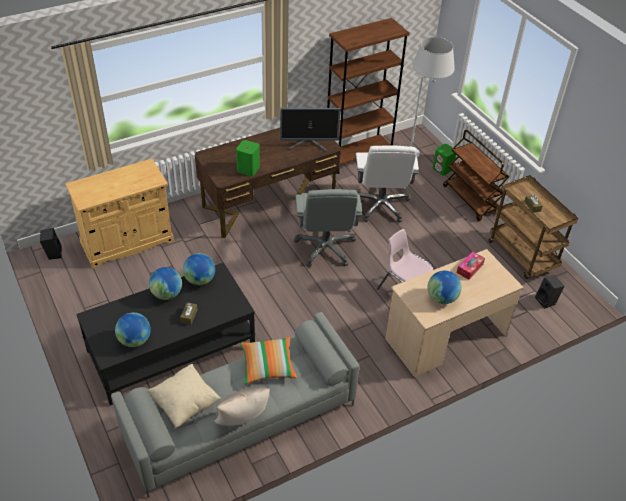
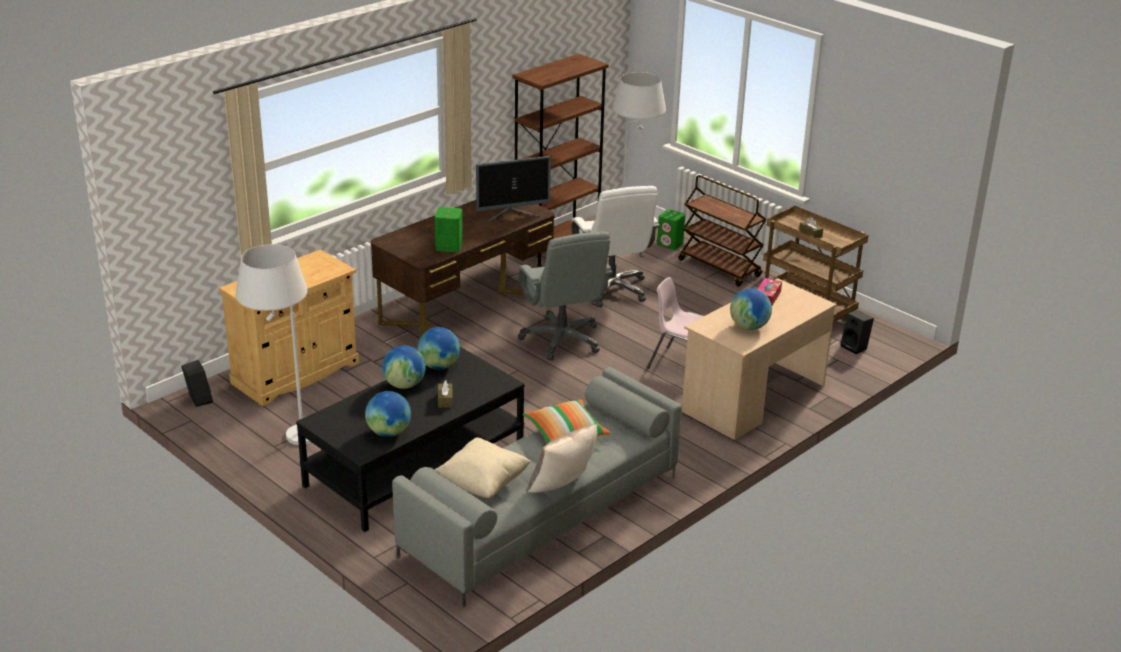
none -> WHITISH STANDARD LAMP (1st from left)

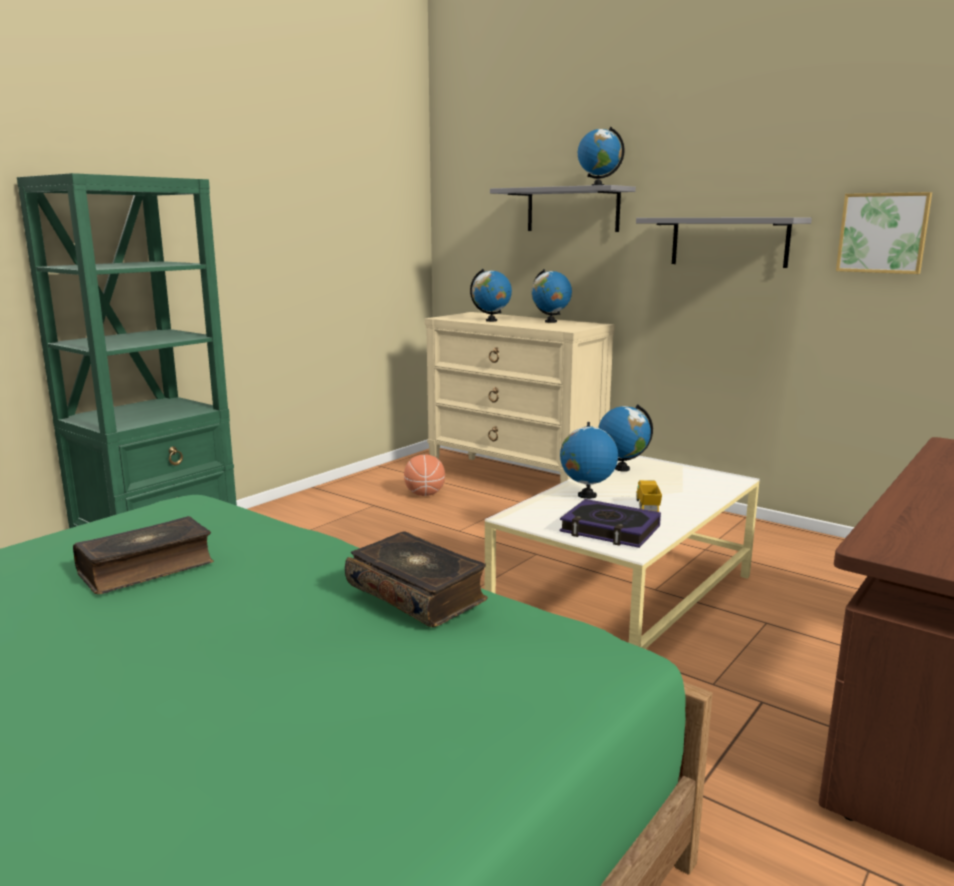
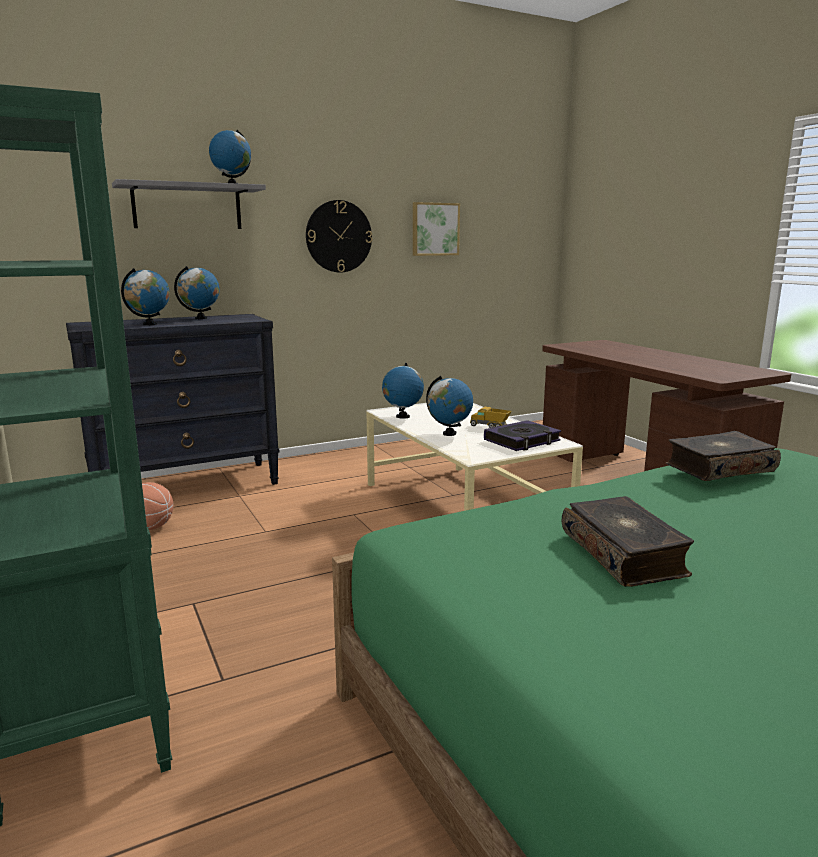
SAND-COLOURED DRAWER CHEST -> BLACKISH DRAWER CHEST
GREY SHELF (2nd from left) -> WALL CLOCK

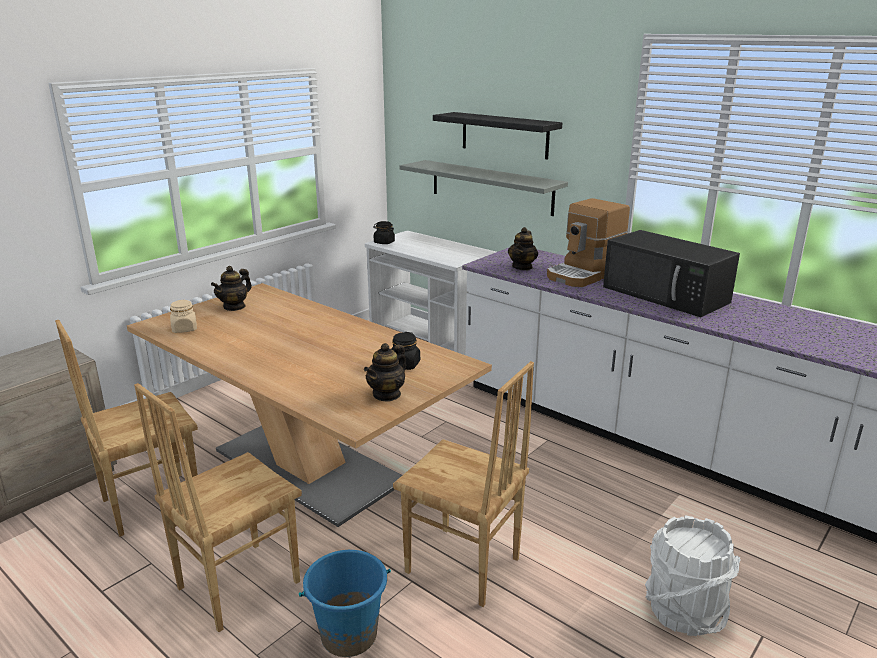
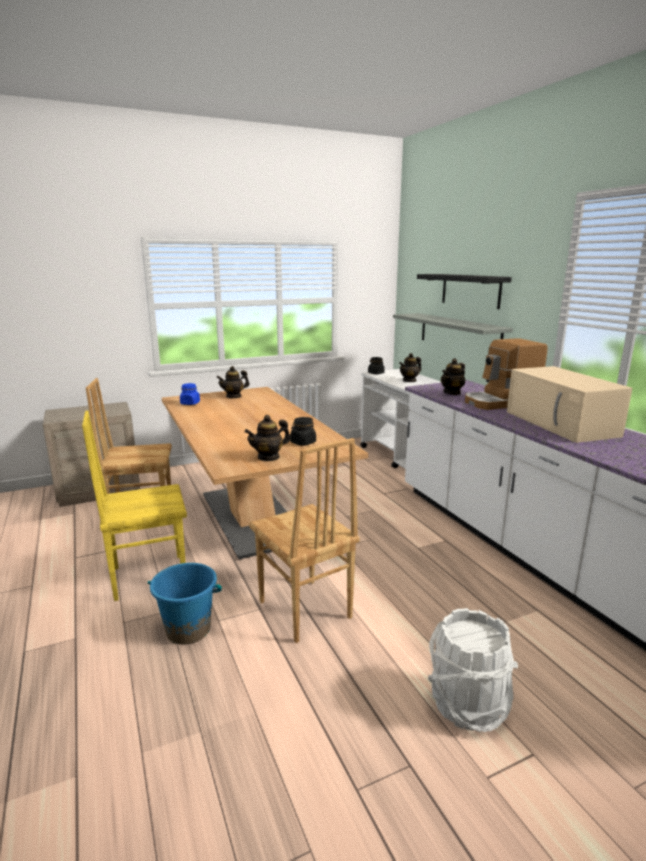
BROWN PLAIN CHAIR (2nd from left) -> YELLOWISH PLAIN CHAIR
SAND-COLOURED PRESERVE JAR -> BLUE-COLOURED PRESERVE JAR
none -> TEA POT (3rd from left)
BLACKISH KITCHEN MICROWAVE -> SAND-COLOURED KITCHEN MICROWAVE

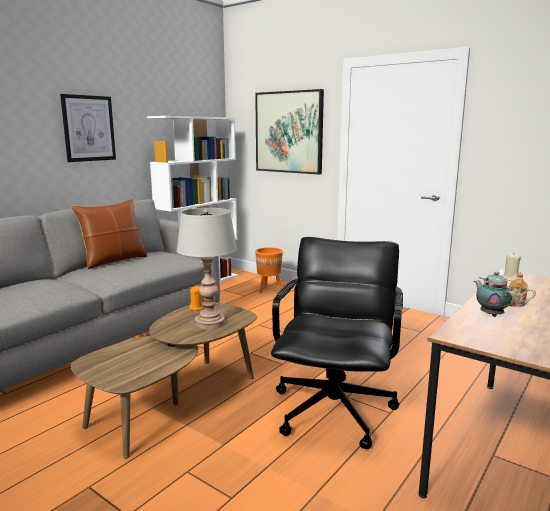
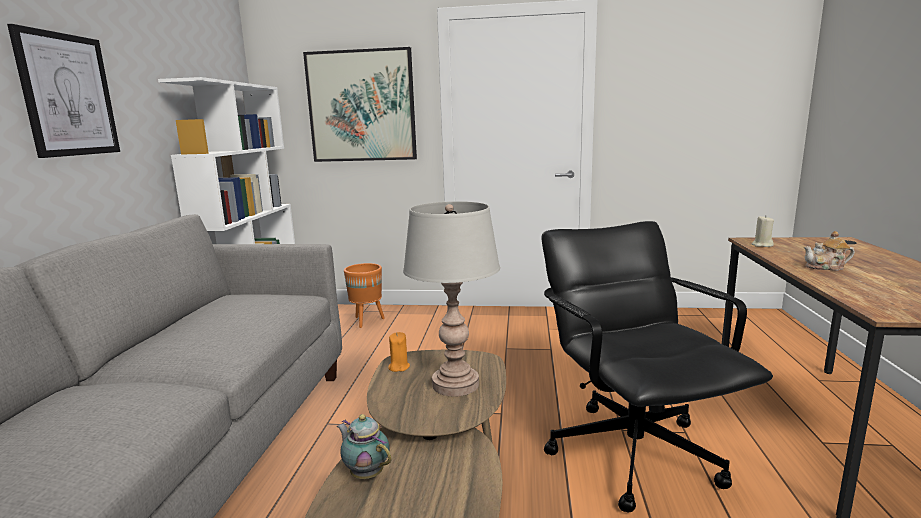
TEA POT (1st from left), moved
BROWN PILLOW -> none

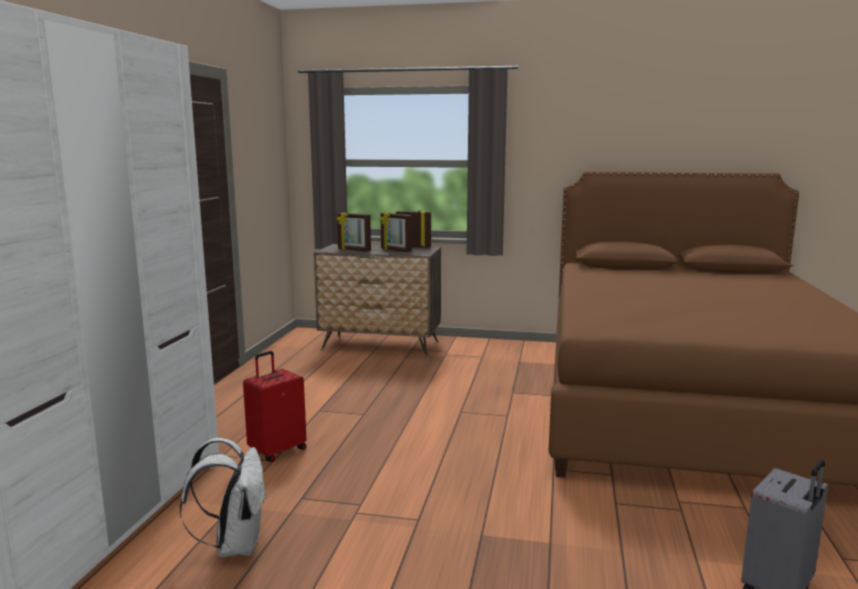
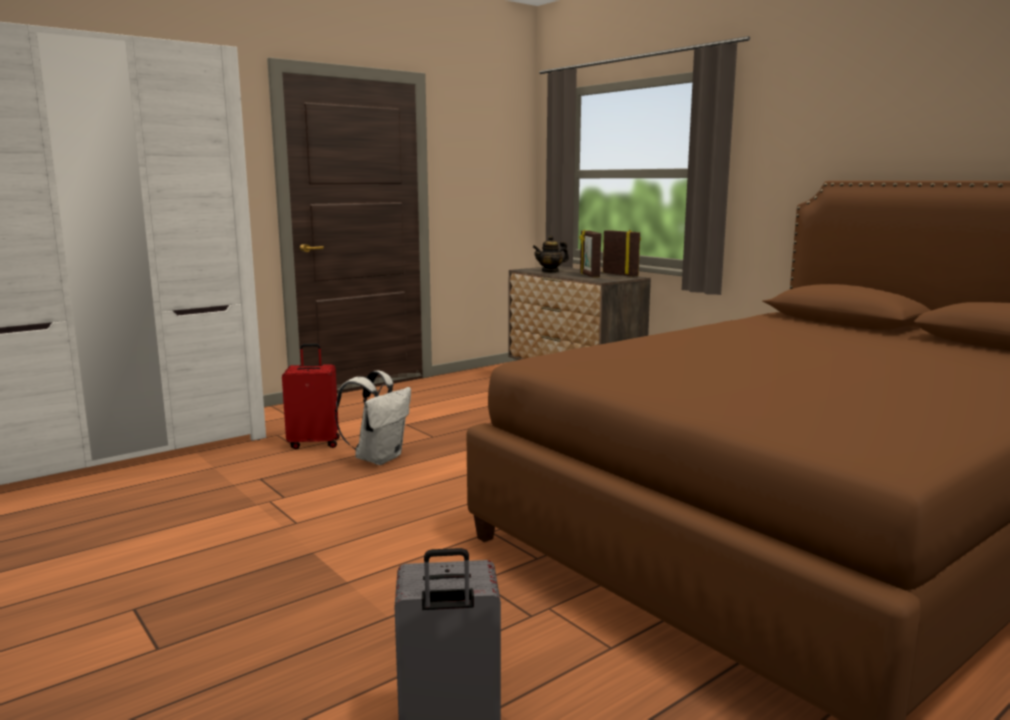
WHITISH KNAPSACK, moved
PHOTO FRAME (1st from left) -> TEA POT

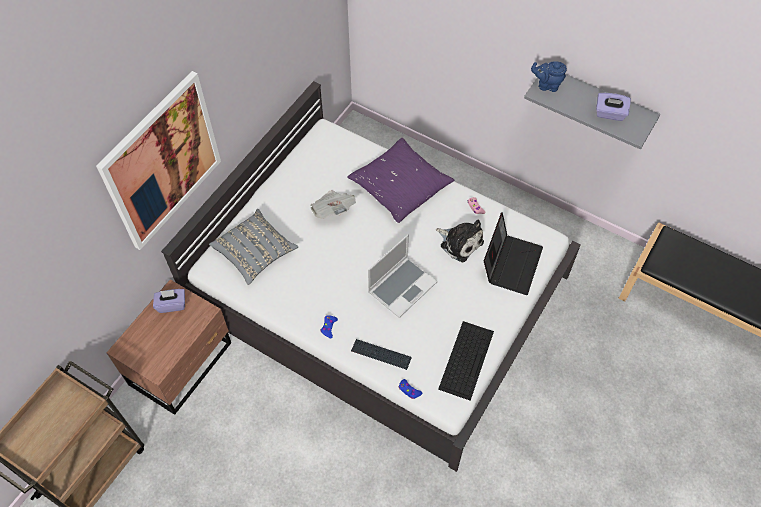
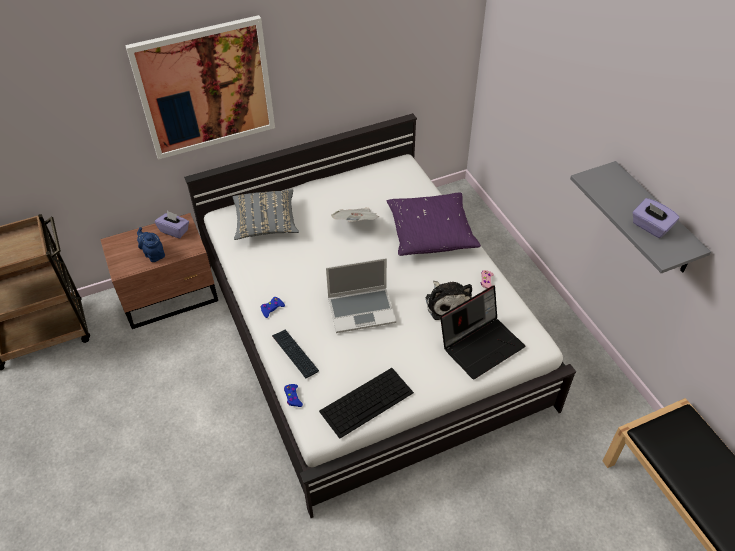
BLUE-COLOURED TEA POT, moved

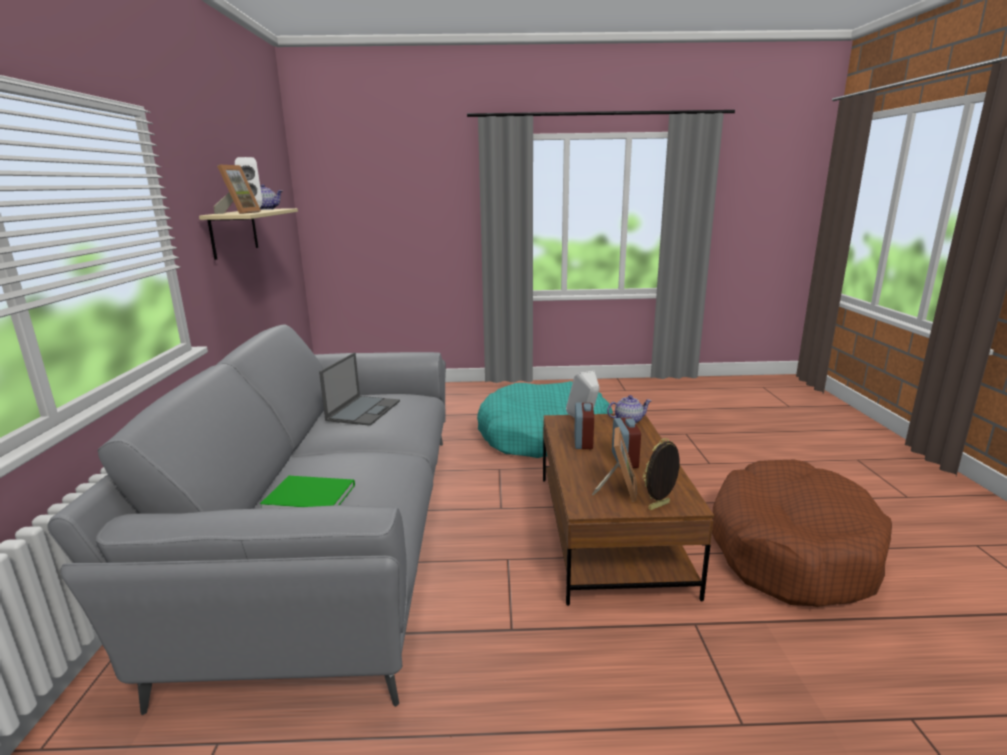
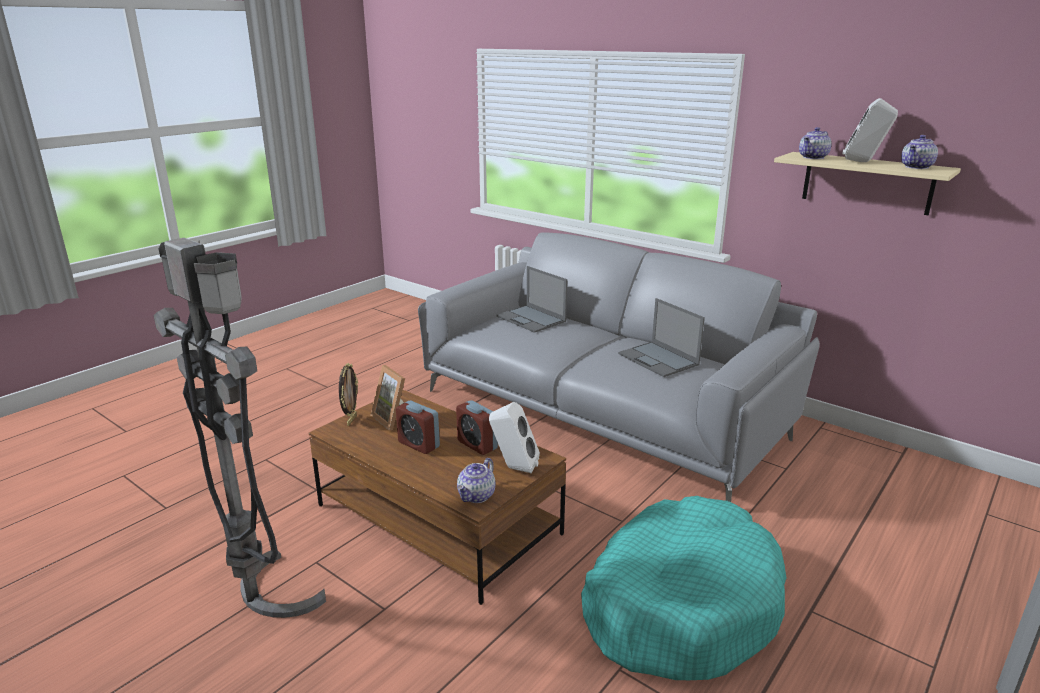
BROWN DOG BED -> GREY STANDARD LAMP
GREEN-COLOURED VOLUME -> LAPTOP (1st from left)
PHOTO FRAME (1st from left) -> TEA POT (2nd from left)

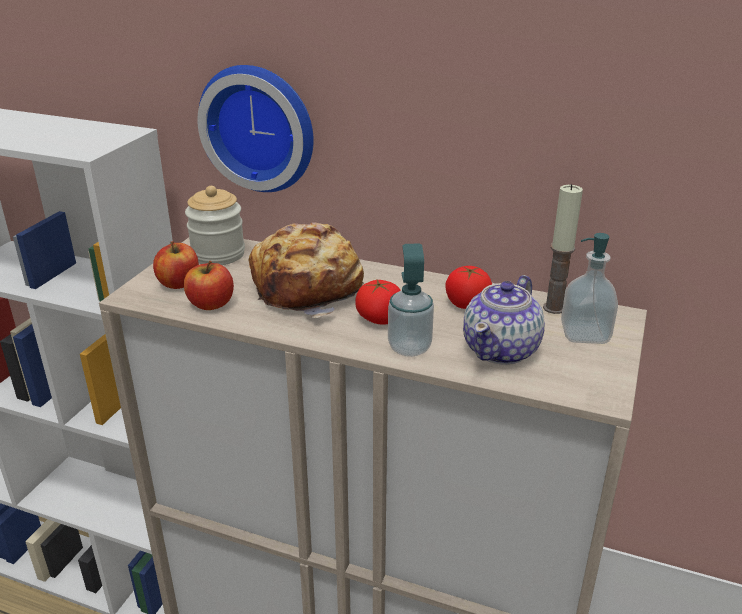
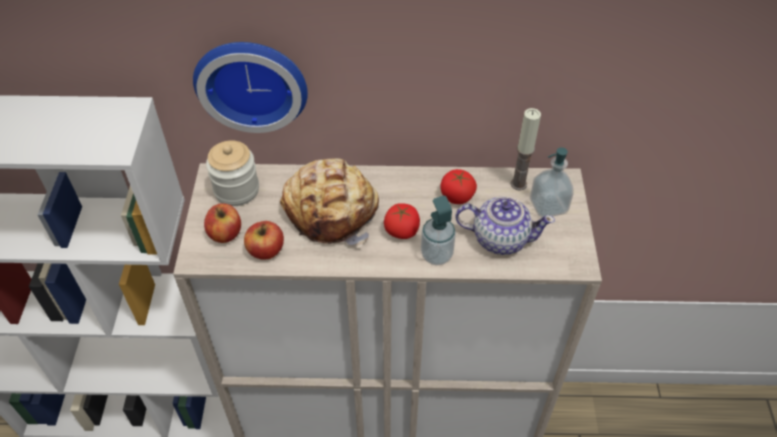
TEA POT, 90 degrees counterclockwise

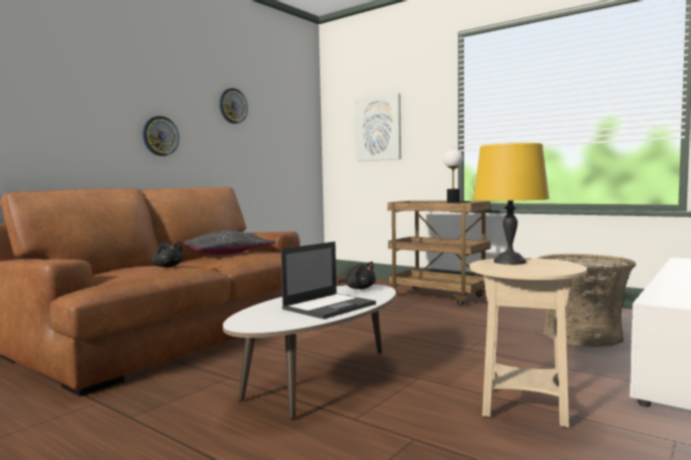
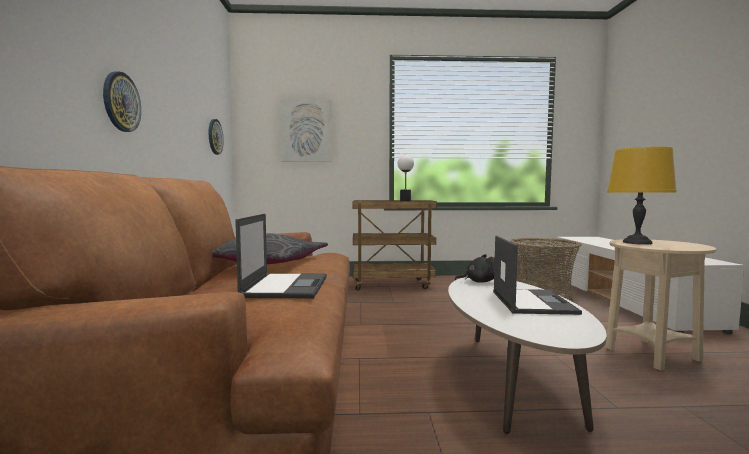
WALL CLOCK (2nd from left), moved
BLACKISH SOFT TOY (1st from left) -> LAPTOP (1st from left)

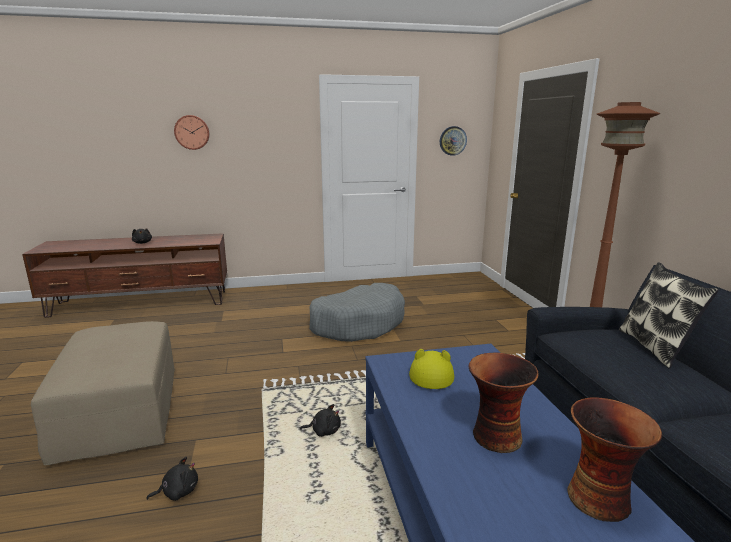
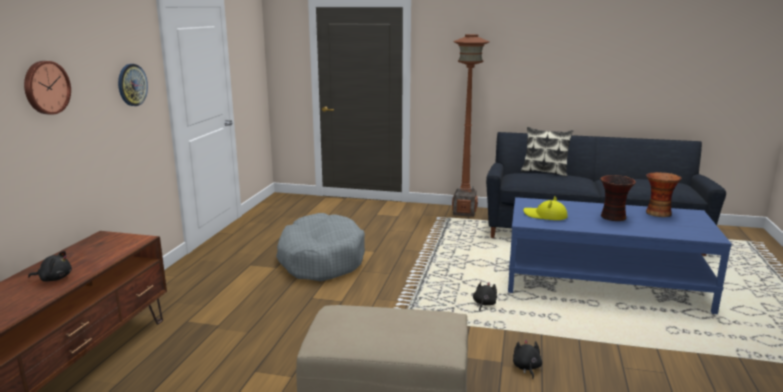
WALL CLOCK (2nd from left), moved

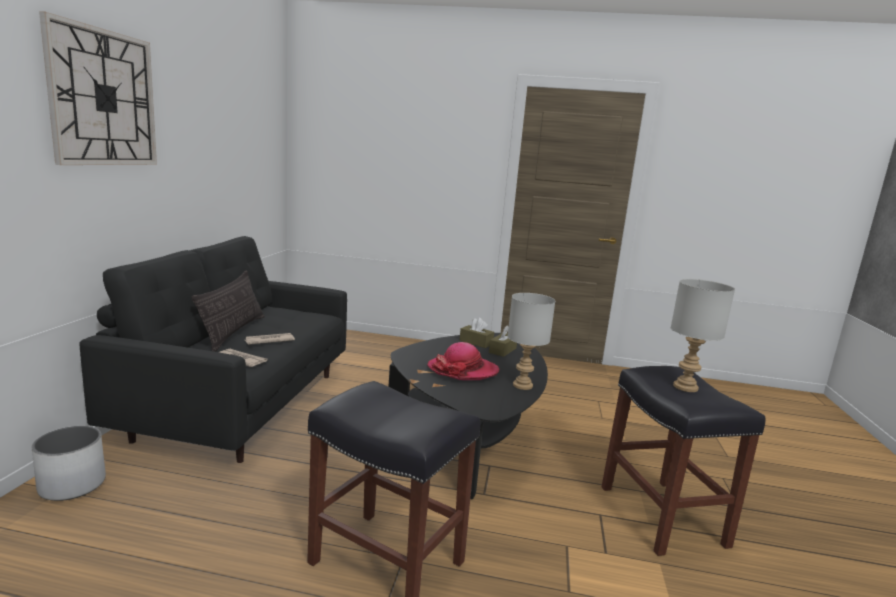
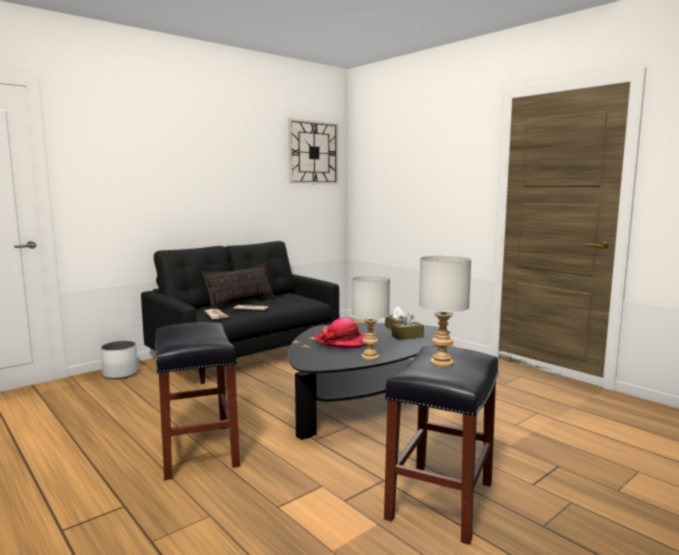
WALL CLOCK, moved

